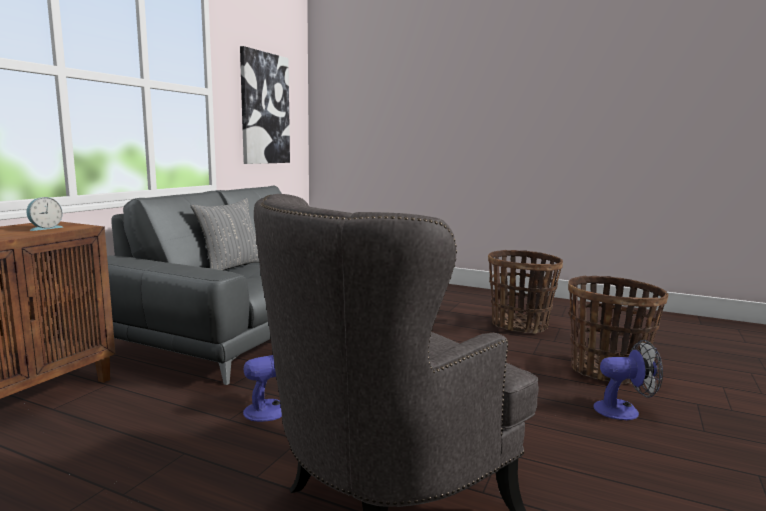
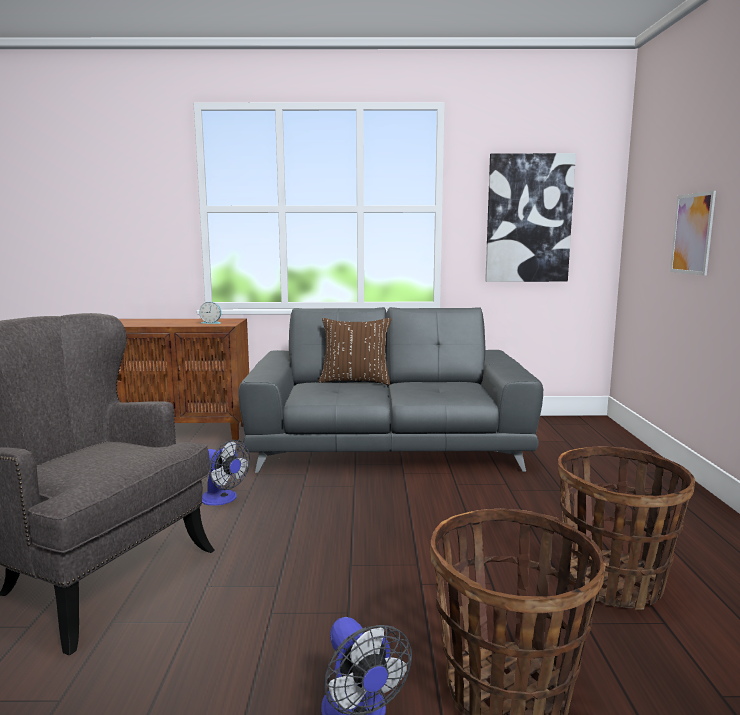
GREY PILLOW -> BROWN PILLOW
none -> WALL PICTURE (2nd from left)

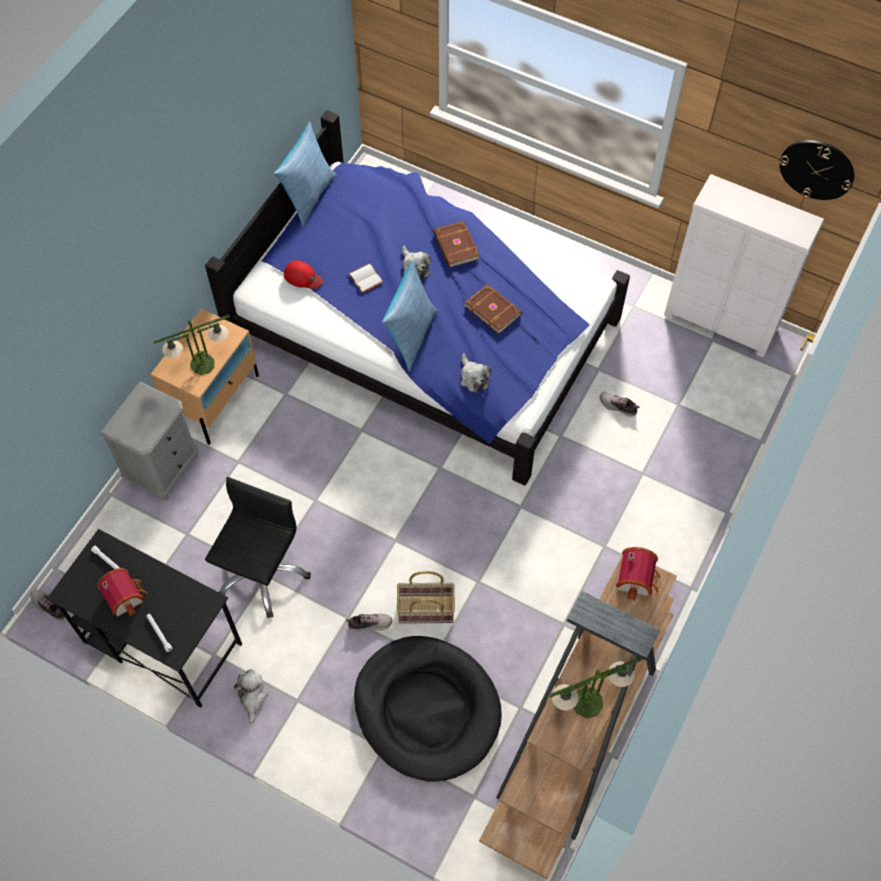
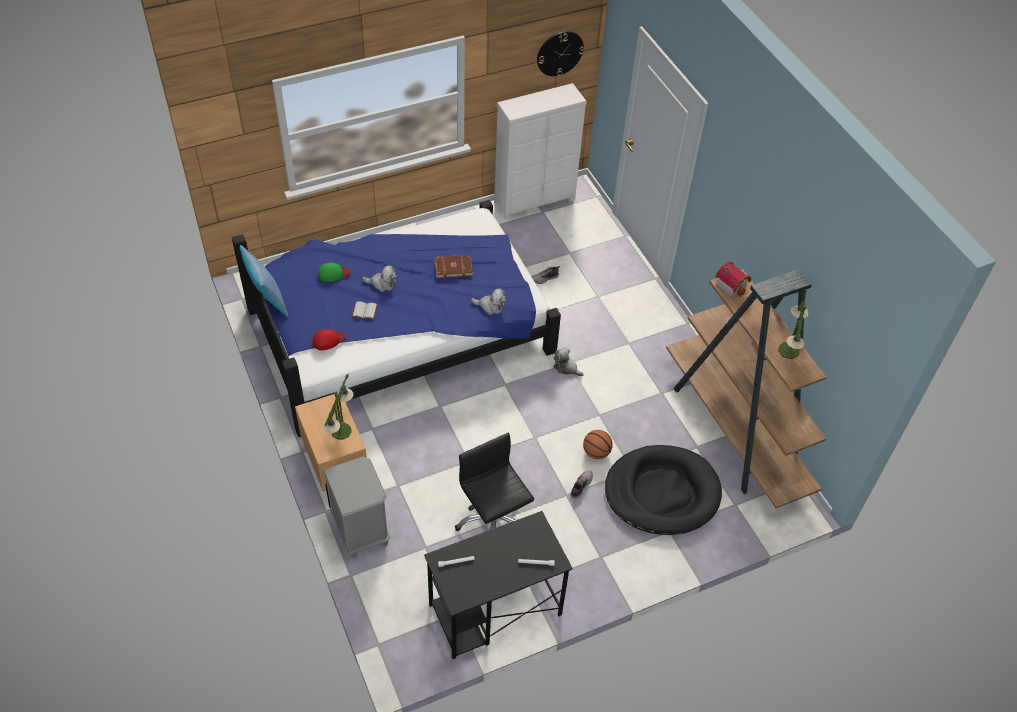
none -> GREEN-COLOURED CAP
SOFT TOY (1st from left in the first image) -> SOFT TOY (3rd from left), moved
BASKET -> BASKETBALL BALL
ITEM OF FOOTWEAR (1st from left) -> none
MODEL HOUSE (1st from left) -> none
PILLOW (2nd from left) -> none
BROWN VOLUME (1st from left) -> none

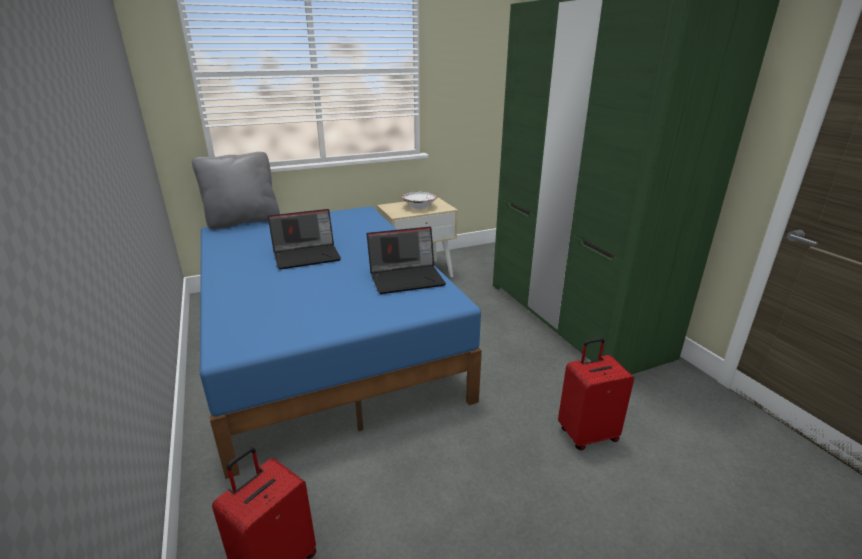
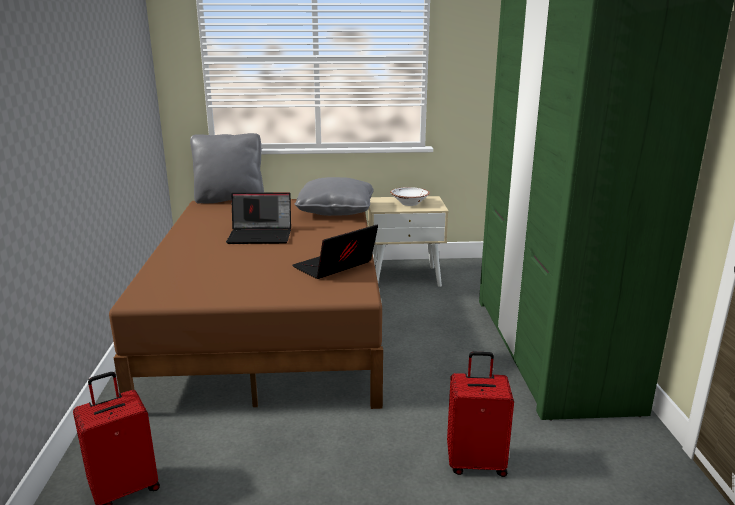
BLUE-COLOURED BED -> BROWN BED
LAPTOP (2nd from left), 135 degrees clockwise
none -> GREY PILLOW (2nd from left)

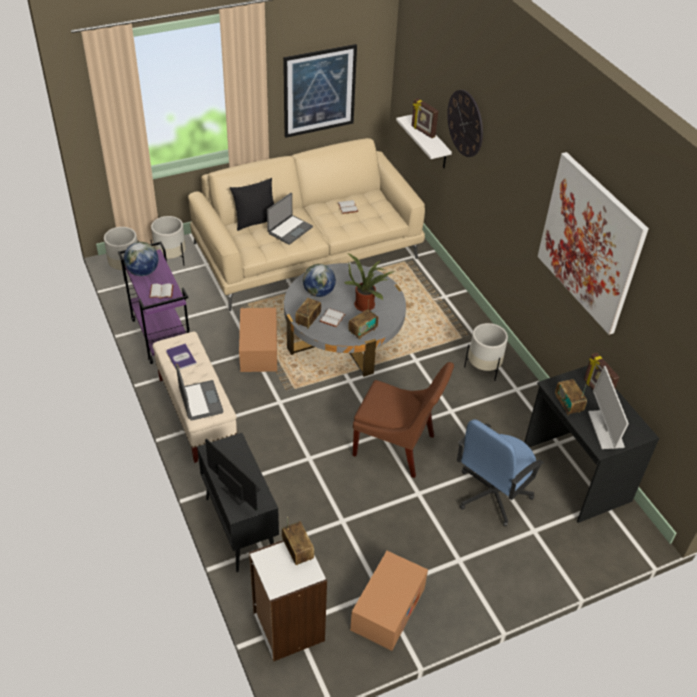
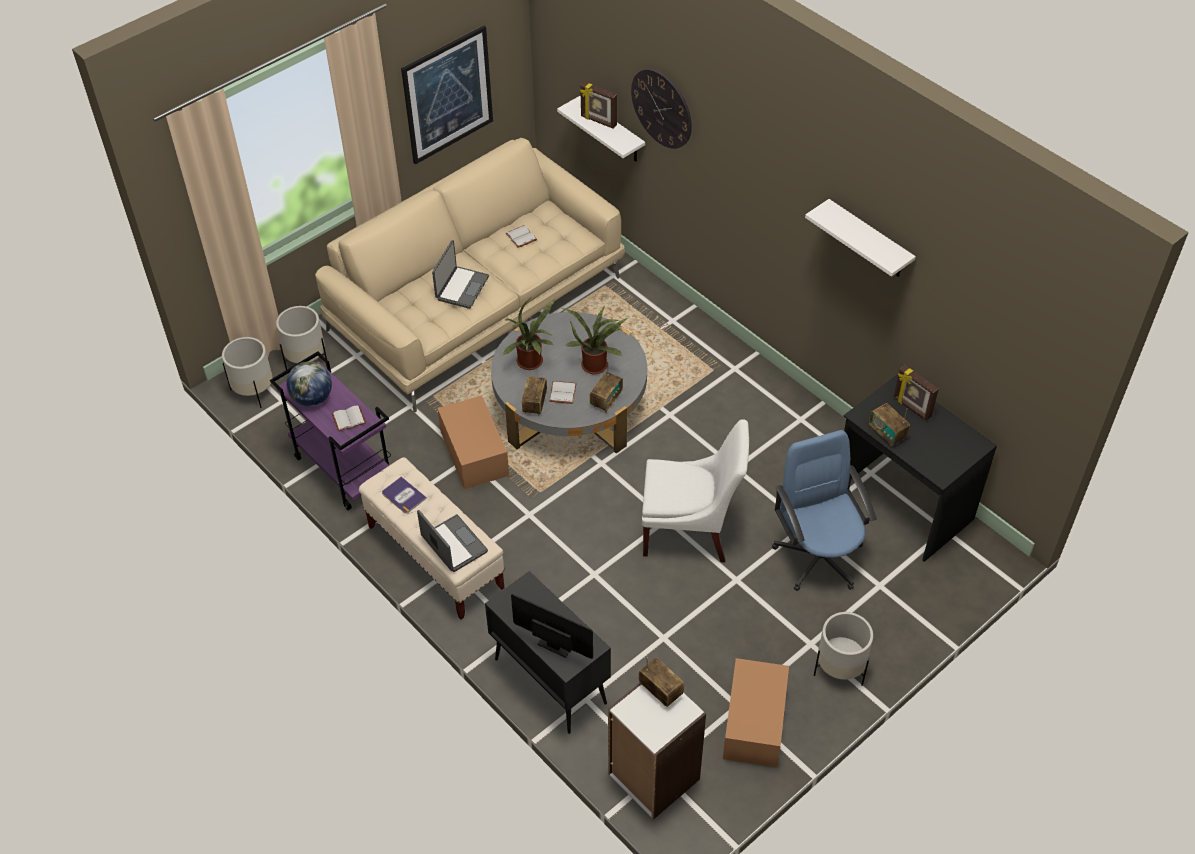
GLOBE (2nd from left) -> HOUSEPLANT (1st from left)
BROWN PLAIN CHAIR -> WHITISH PLAIN CHAIR
BLUE-COLOURED OFFICE CHAIR, 135 degrees clockwise
WALL PICTURE (2nd from left) -> WHITISH SHELF (2nd from left)
WHITISH FLOWER POT (3rd from left), moved
BLACKISH PILLOW -> none
COMPUTER DISPLAY (2nd from left) -> none

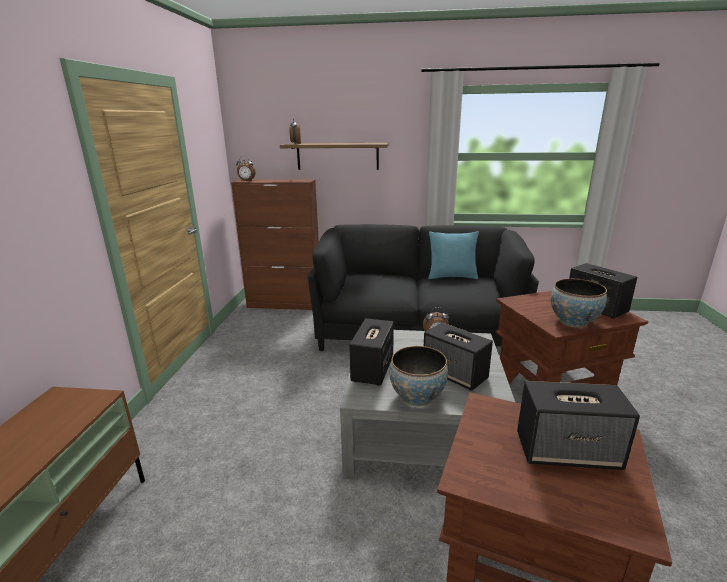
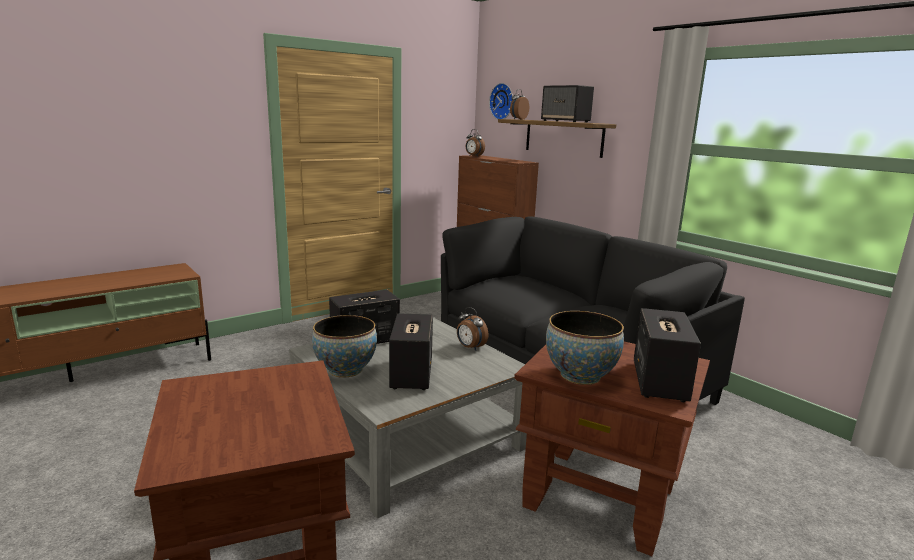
none -> WALL CLOCK
AUDIO SPEAKER (3rd from left), moved
TURQUOISE-COLOURED PILLOW -> none

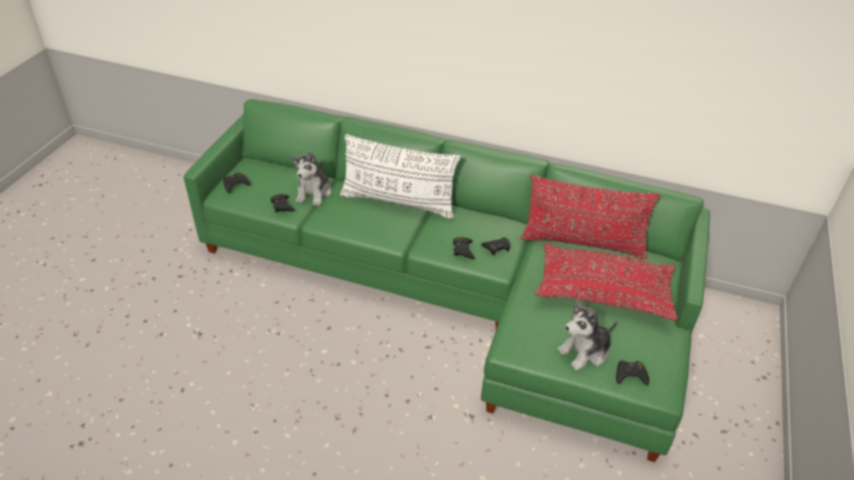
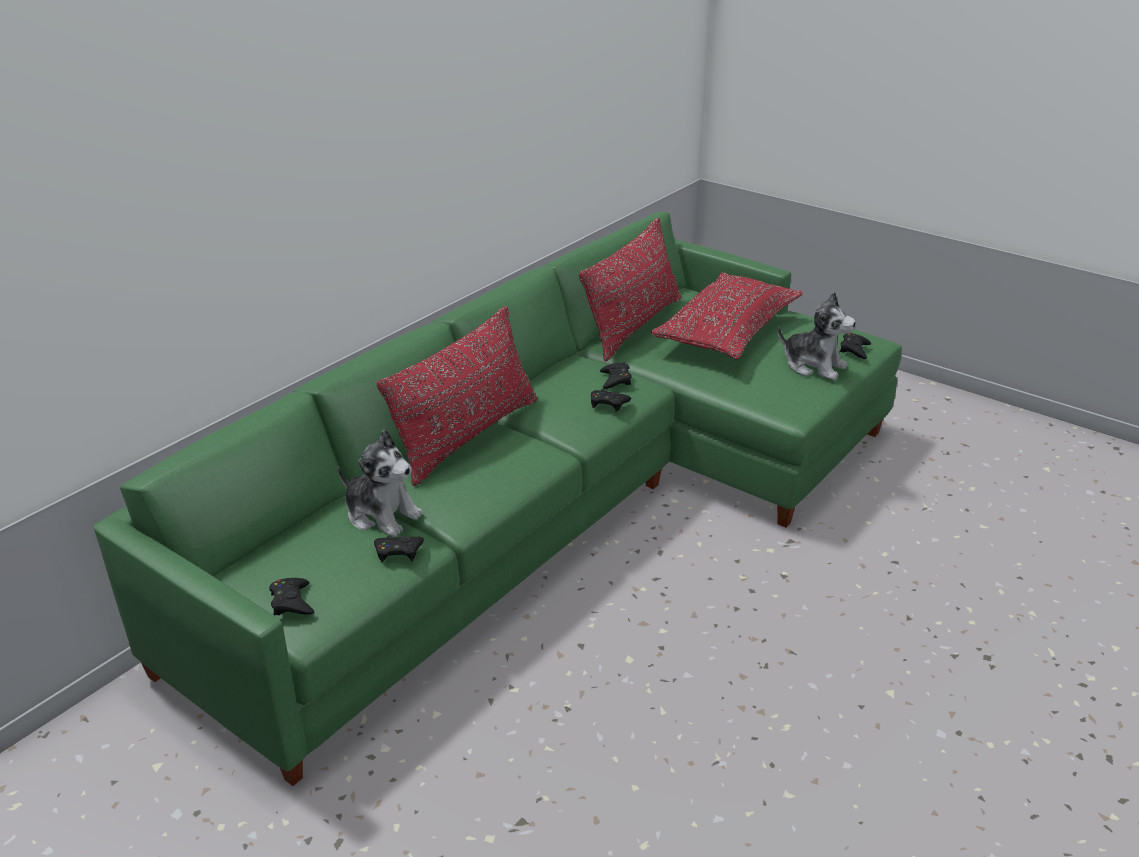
WHITISH PILLOW -> REDDISH PILLOW (1st from left)
SOFT TOY (2nd from left), 45 degrees counterclockwise

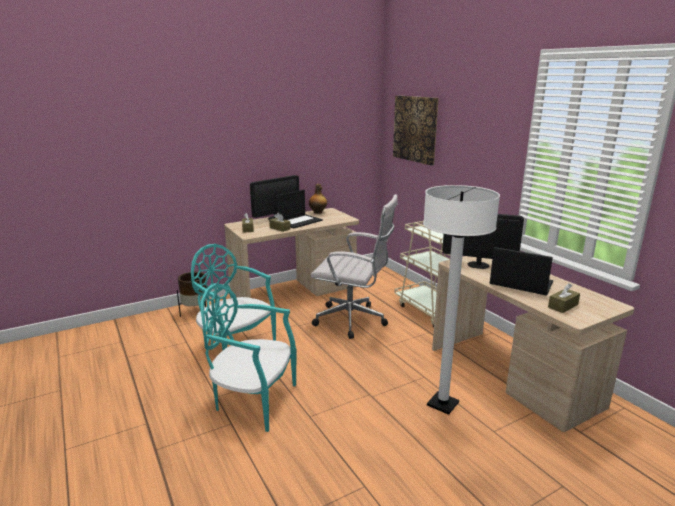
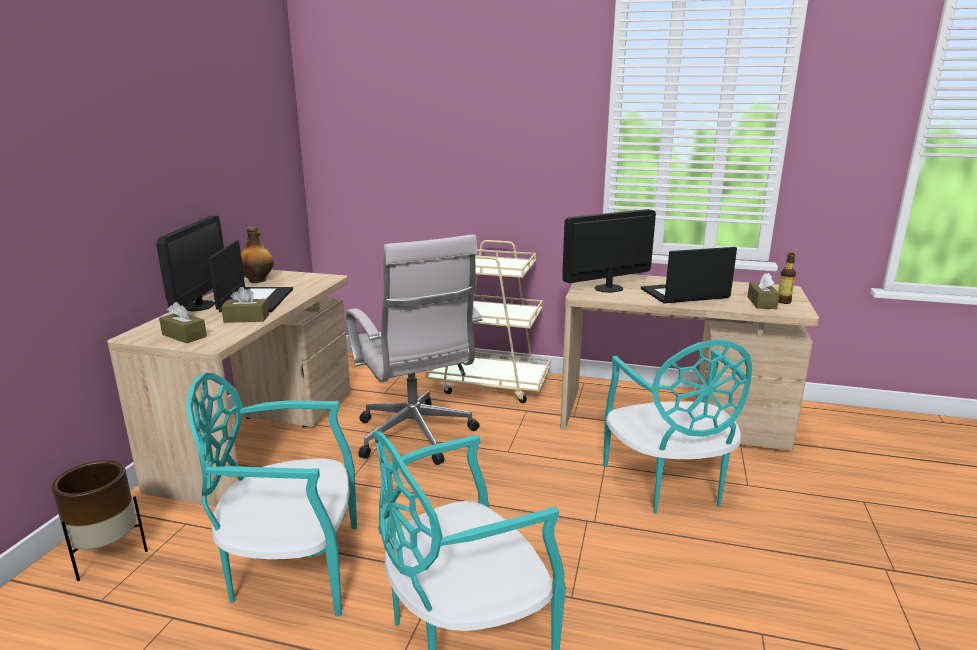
WHITISH OFFICE CHAIR, 90 degrees clockwise
WHITISH STANDARD LAMP -> TURQUOISE-COLOURED PLAIN CHAIR (3rd from left)
none -> BOTTLE (2nd from left)
WALL PICTURE -> none

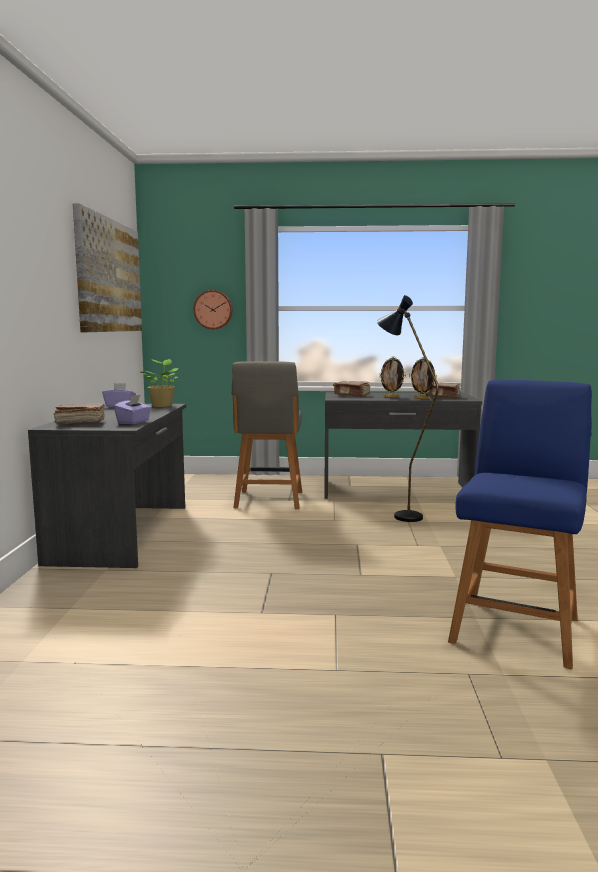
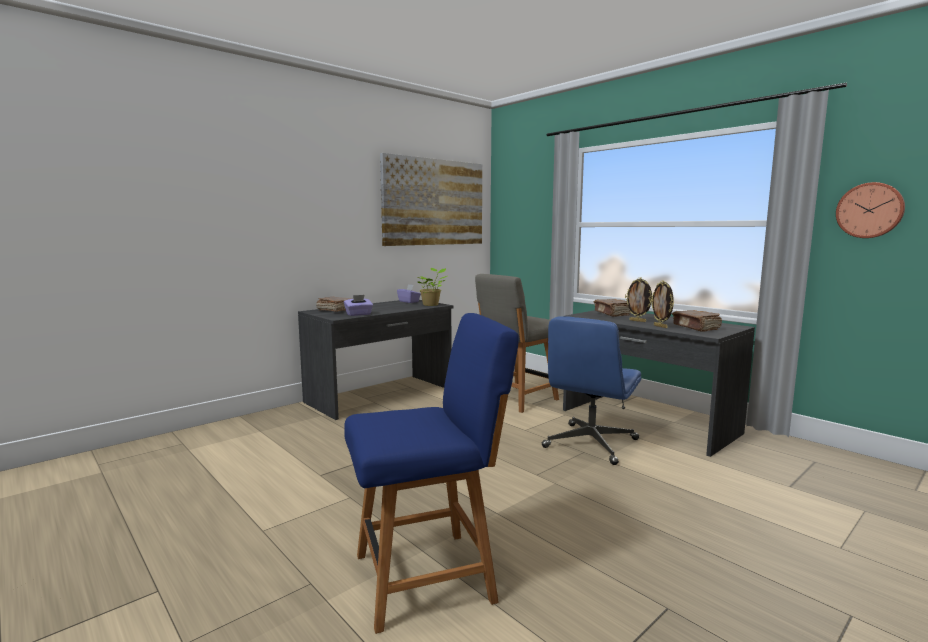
BLACKISH STANDARD LAMP -> BLUE-COLOURED OFFICE CHAIR
WALL CLOCK, moved

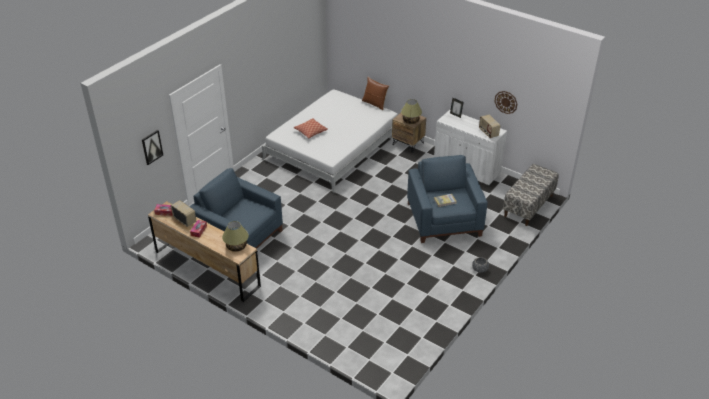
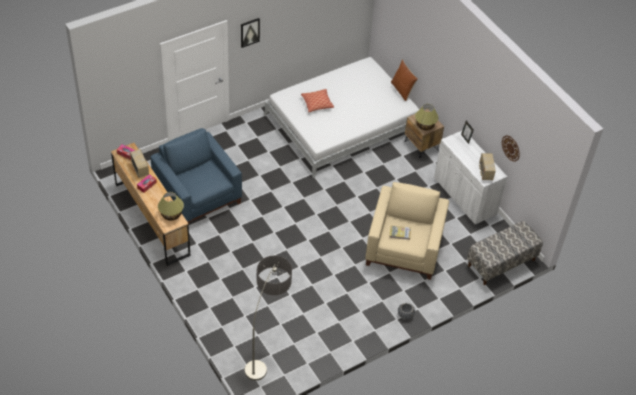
WALL PICTURE, moved
none -> STANDARD LAMP
BLUE-COLOURED ARMCHAIR (2nd from left) -> SAND-COLOURED ARMCHAIR

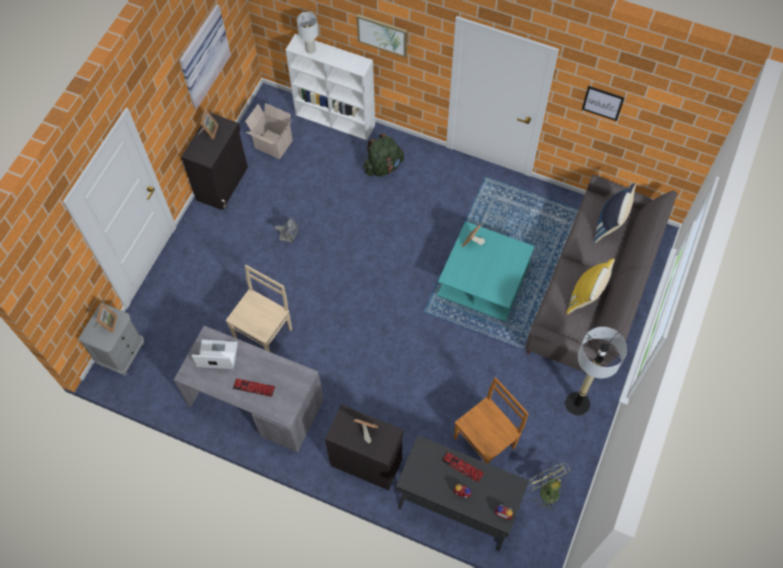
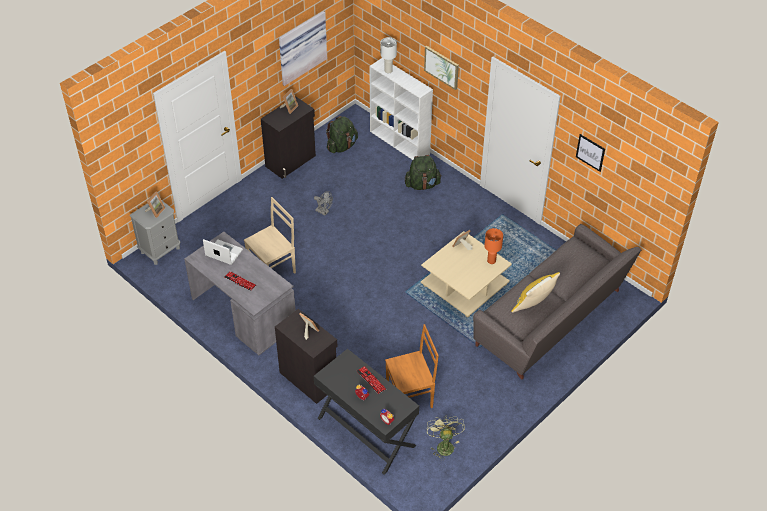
CARDBOARD BOX -> GREEN-COLOURED KNAPSACK (1st from left)
TURQUOISE-COLOURED LOUNGE TABLE -> SAND-COLOURED LOUNGE TABLE
none -> ORANGEY LAMP FOR A TABLE
STANDARD LAMP -> none
BLUE-COLOURED PILLOW -> none

